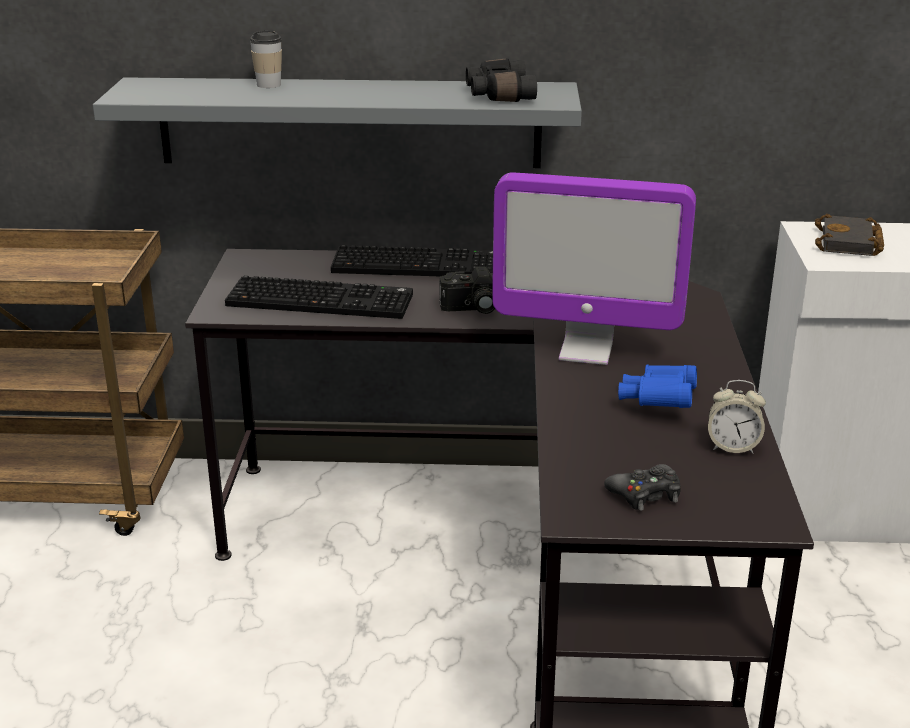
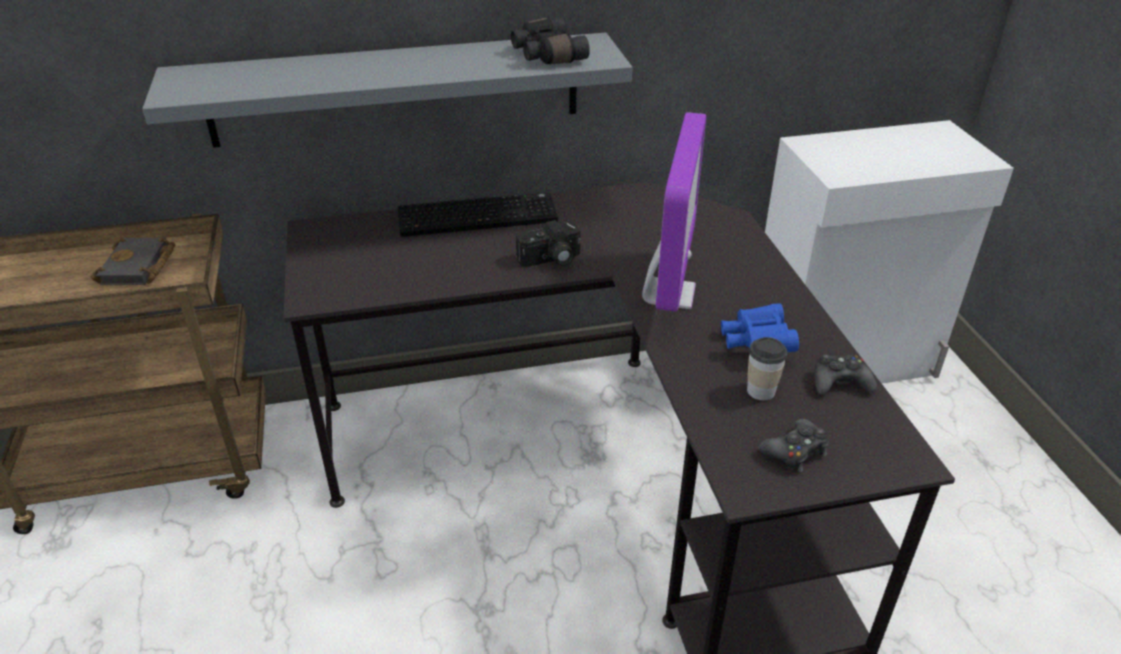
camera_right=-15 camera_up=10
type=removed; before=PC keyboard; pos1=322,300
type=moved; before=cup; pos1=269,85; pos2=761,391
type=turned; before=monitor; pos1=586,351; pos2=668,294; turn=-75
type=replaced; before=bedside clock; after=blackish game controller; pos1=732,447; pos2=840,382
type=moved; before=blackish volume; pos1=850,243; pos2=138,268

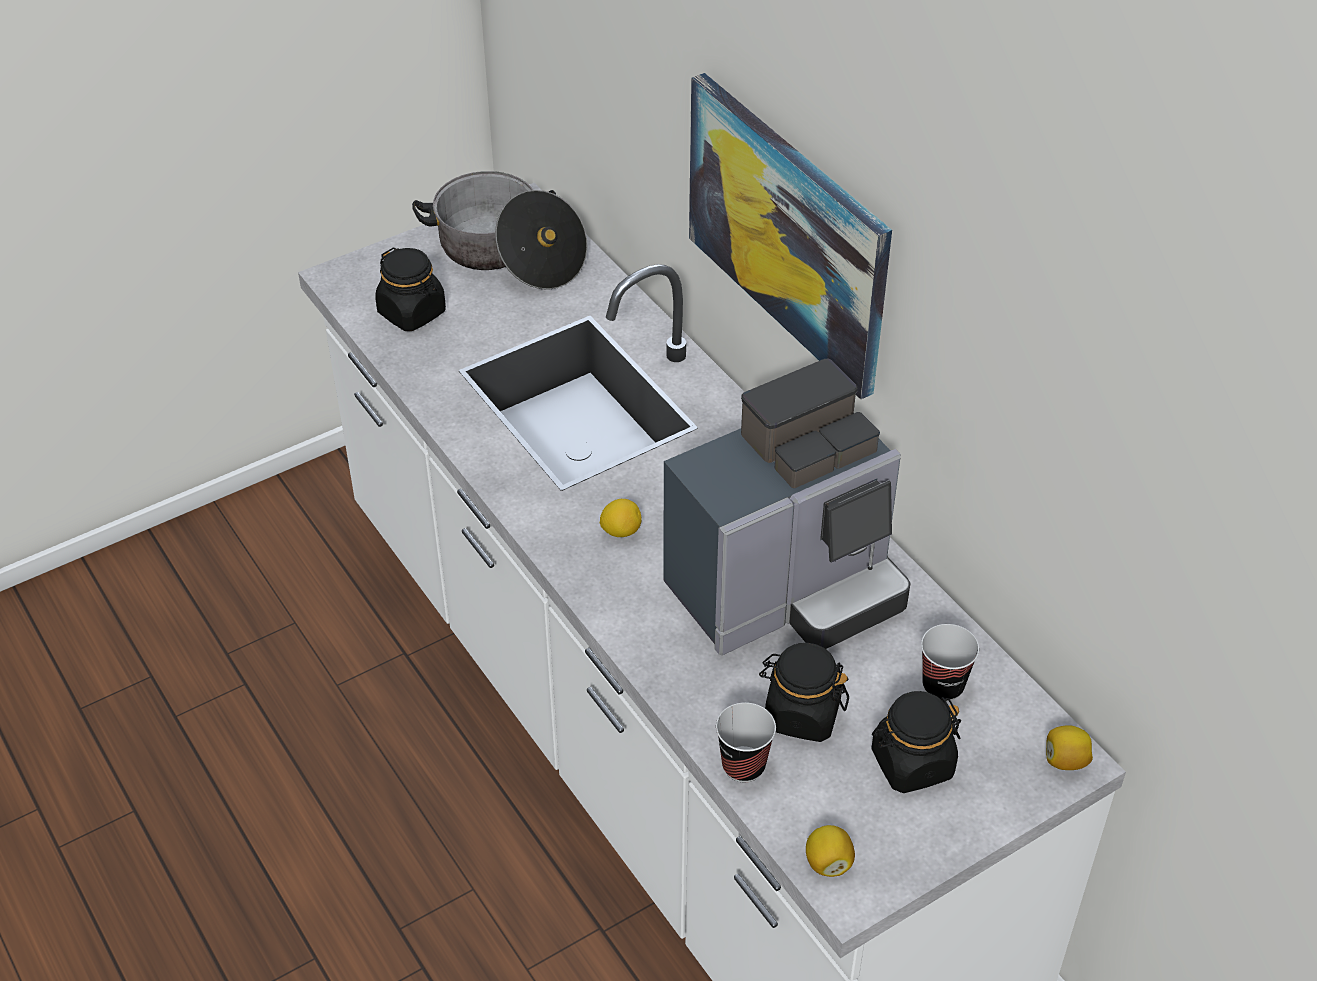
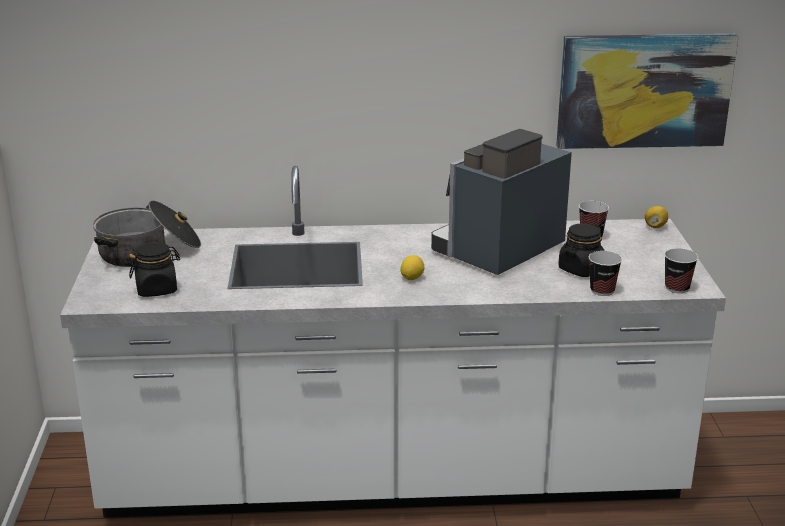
camera_right=-60 camera_up=-20
type=turned; before=coffee brewer; pos1=788,590; pos2=497,251; turn=-135
type=moved; before=wall picture; pos1=788,231; pos2=644,90
type=replaced; before=citrus fruit; after=cup; pos1=828,863; pos2=677,288
type=removed; before=blackish storage jar; pos1=911,764

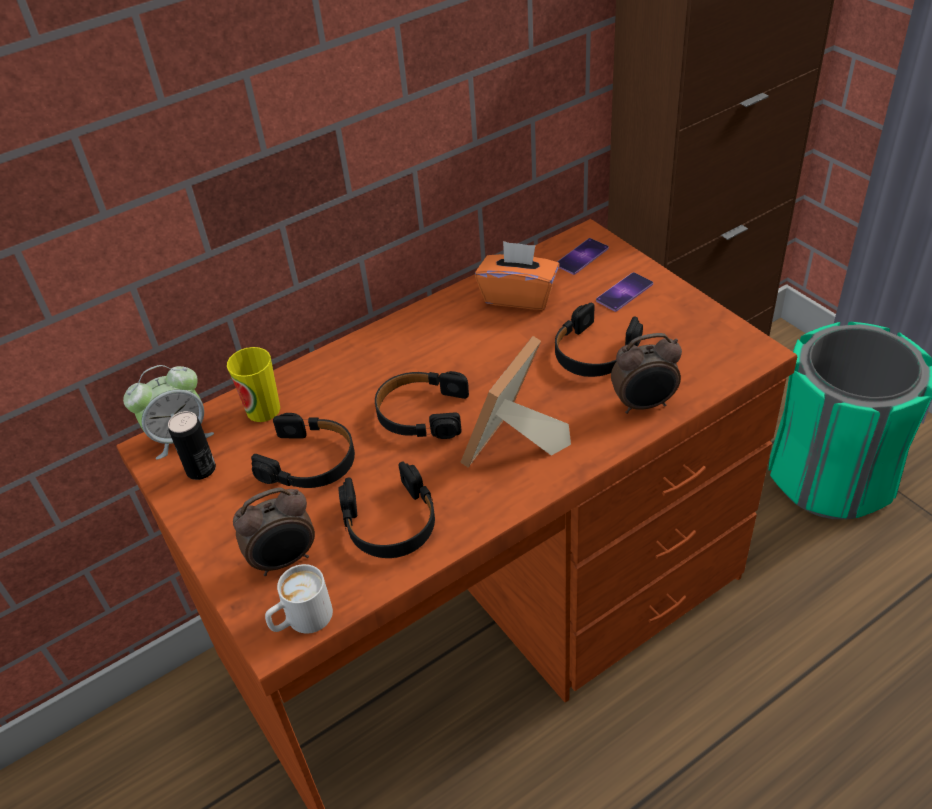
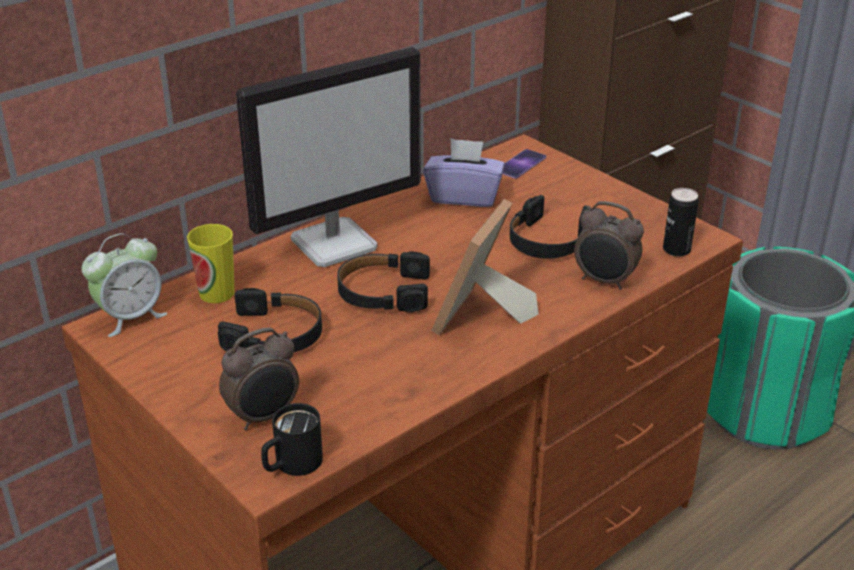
camera_right=-10 camera_up=-10
type=moved; before=metal can; pos1=201,469; pos2=676,250
type=recoloured; before=whitish mug; after=blackish mug; pos1=301,621; pos2=291,465
type=removed; before=blackish headset; pos1=390,522
type=recoloured; before=orangey box of tissues; after=purplish box of tissues; pos1=519,296; pos2=464,196
type=removed; before=handset; pos1=624,292
type=turned; before=bedside clock; pos1=644,405; pos2=604,281; turn=45
type=added; after=monitor; pos2=335,243

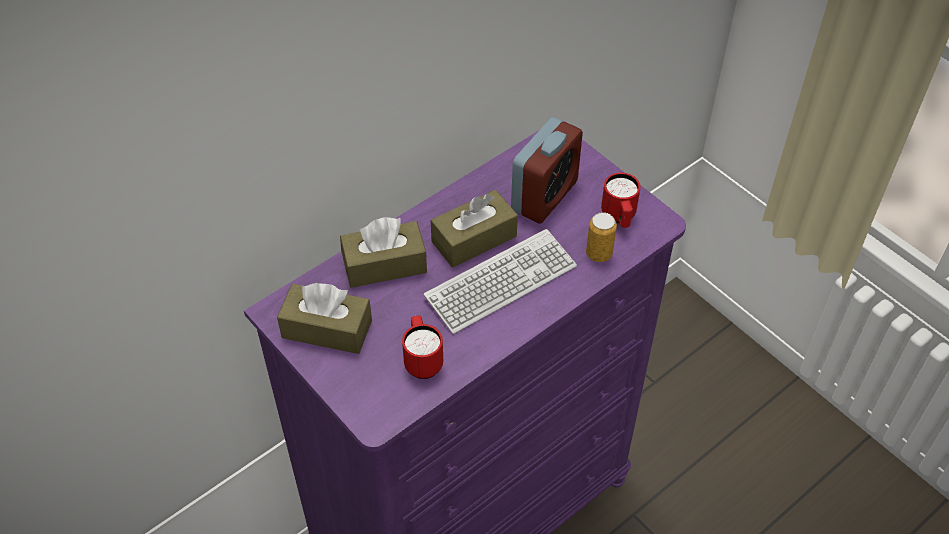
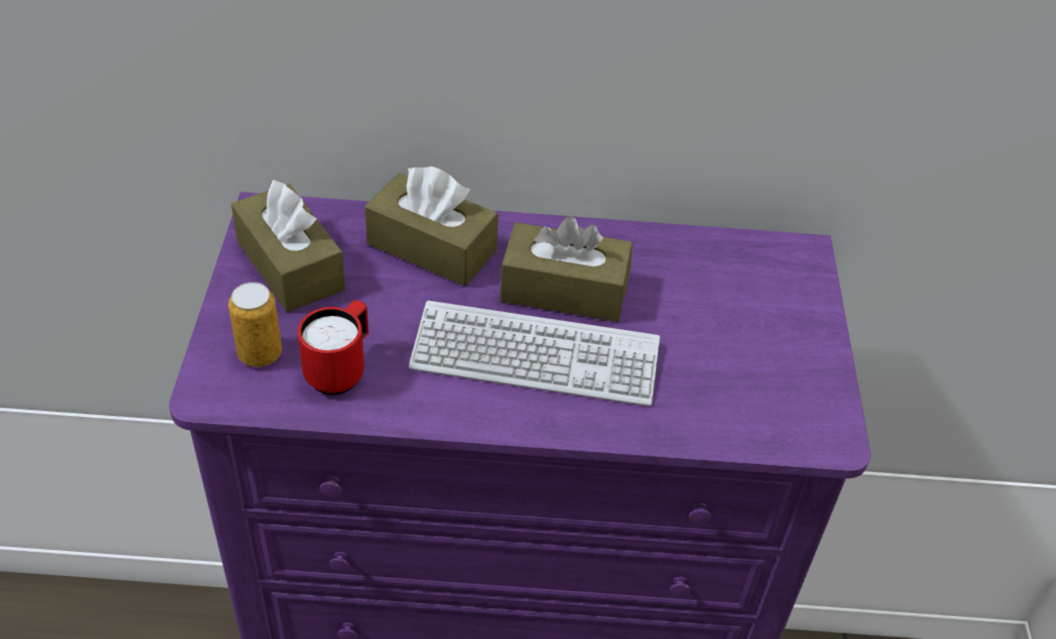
camera_right=40 camera_up=-5
type=removed; before=bedside clock; pos1=544,196
type=moved; before=metal can; pos1=599,254; pos2=260,354
type=removed; before=red mug; pos1=619,218

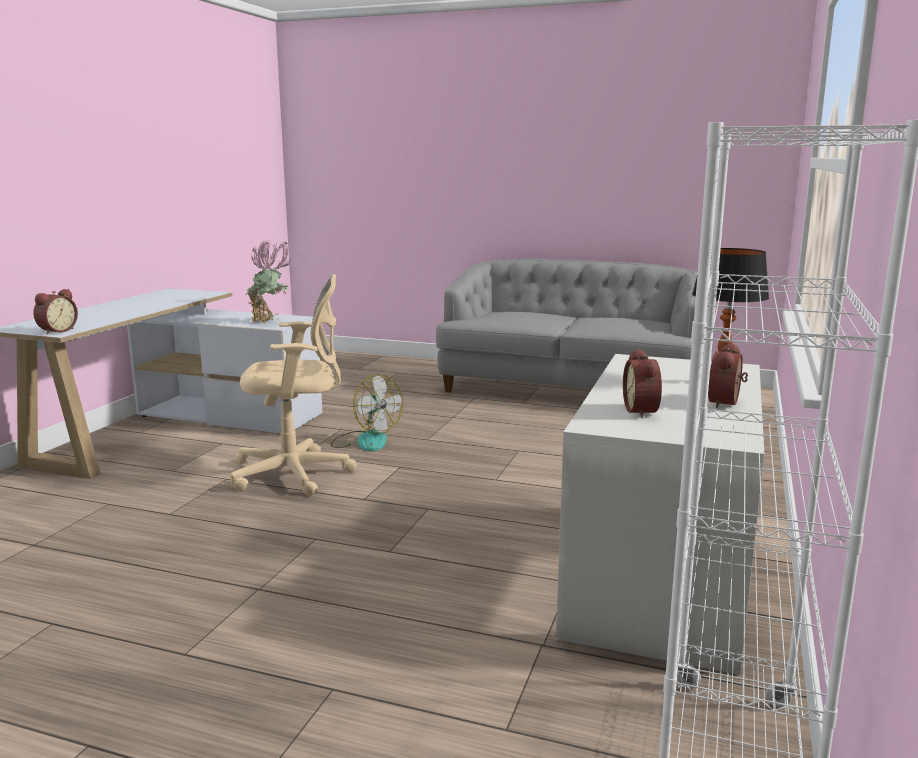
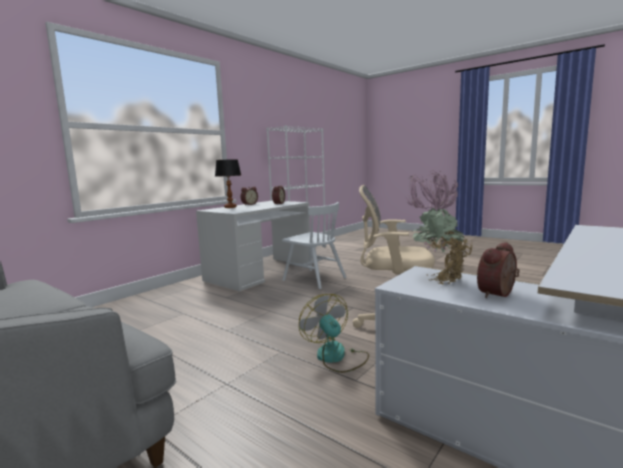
camera_right=-160 camera_up=-5
type=moved; before=bedside clock; pos1=56,331; pos2=499,294
type=added; after=whitish plain chair; pos2=314,279

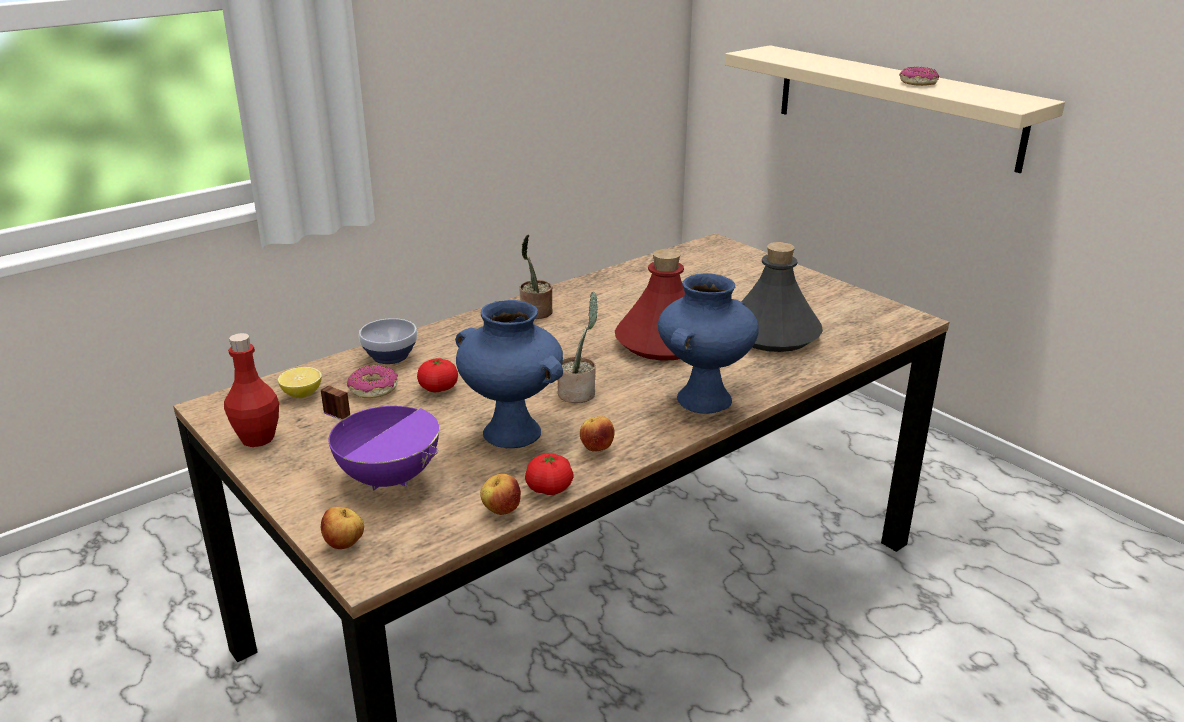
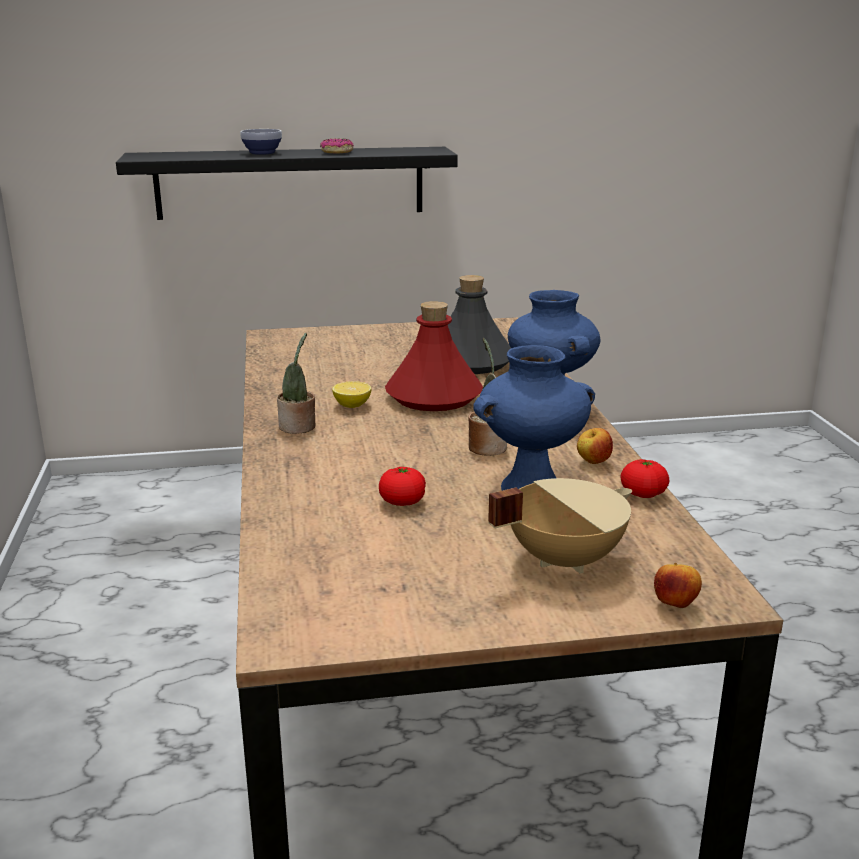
camera_right=-60 camera_up=-5
type=removed; before=red beverage bottle; pos1=257,438
type=moved; before=citrus fruit; pos1=302,394; pos2=352,405
type=recoloured; before=purplish saucepot; after=sand-coloured saucepot; pos1=390,477; pos2=562,559
type=removed; before=donut; pos1=373,389
type=moved; before=serving bowl; pos1=390,357; pos2=263,153
type=removed; before=whole apple; pos1=501,511
type=recoloured; before=sand-coloured shelf; after=blackish shelf; pos1=895,105; pos2=290,182

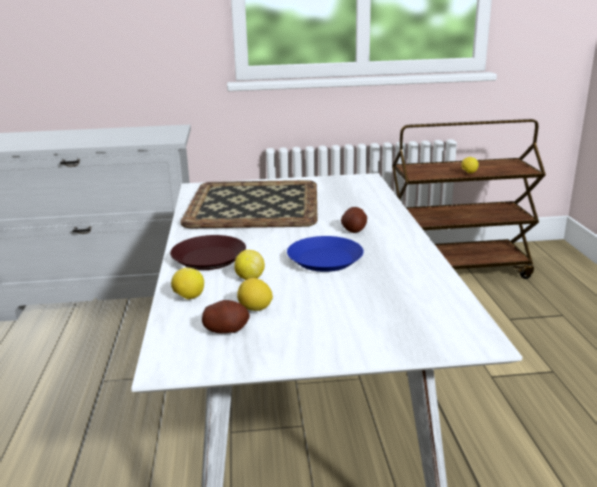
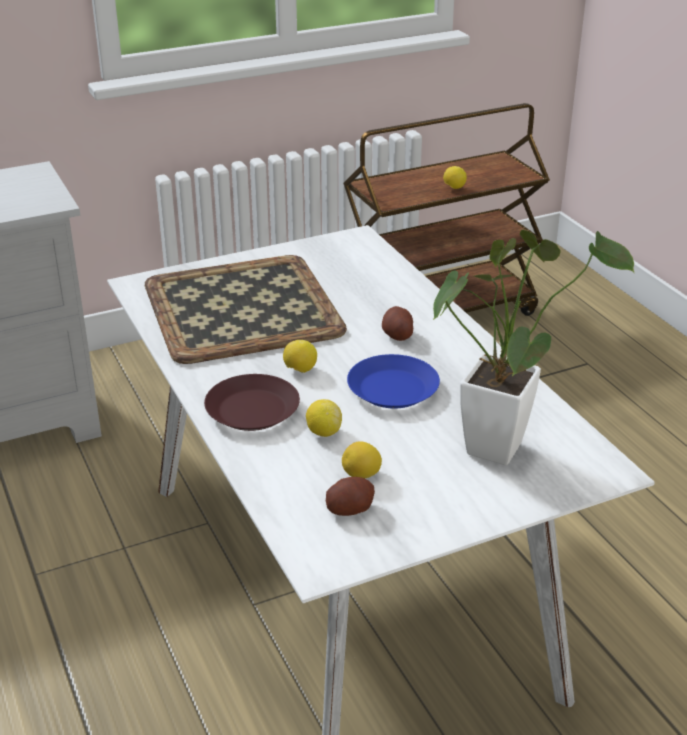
camera_right=-20 camera_up=10
type=moved; before=citrus fruit; pos1=189,297; pos2=300,370
type=added; after=plant in a pot; pos2=499,441

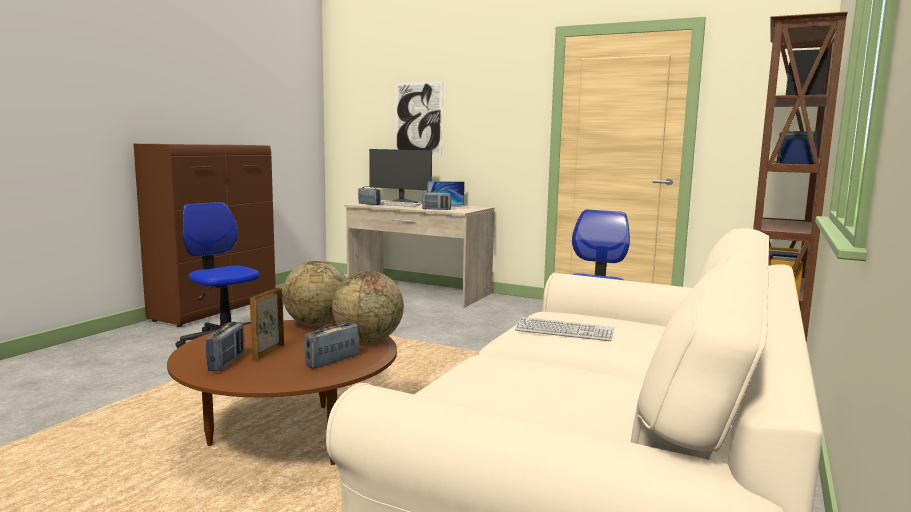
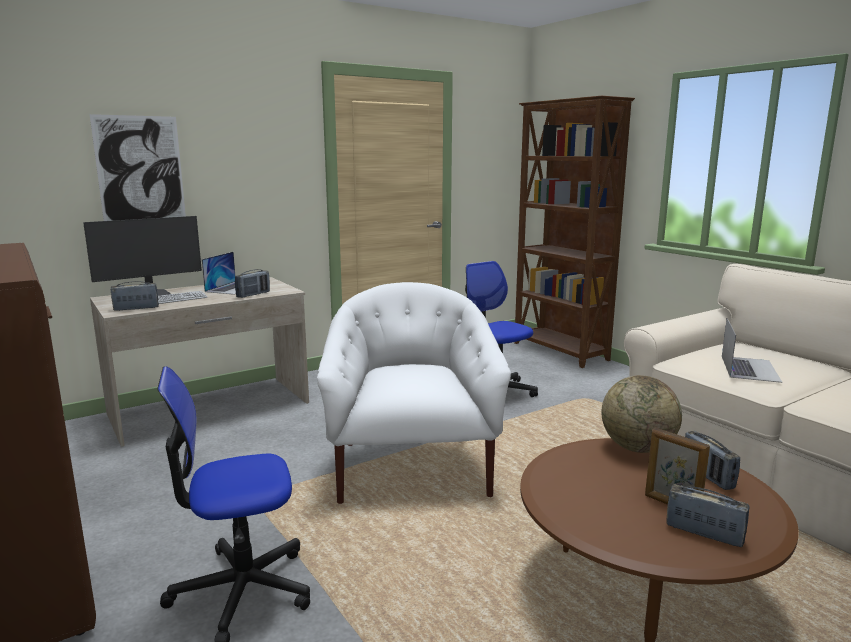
camera_right=-60 camera_up=5
type=removed; before=globe; pos1=317,325
type=replaced; before=PC keyboard; after=portable computer; pos1=564,331; pos2=749,368
type=added; after=whitish armchair; pos2=411,468

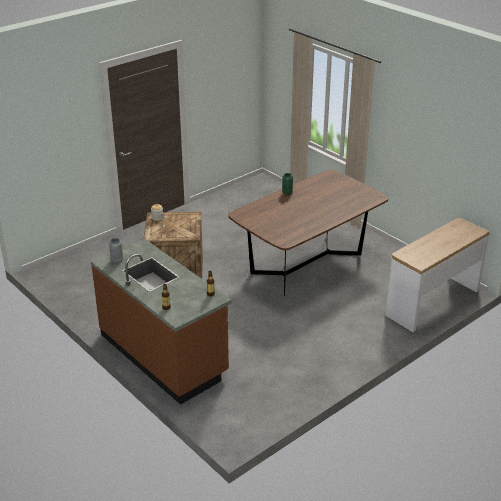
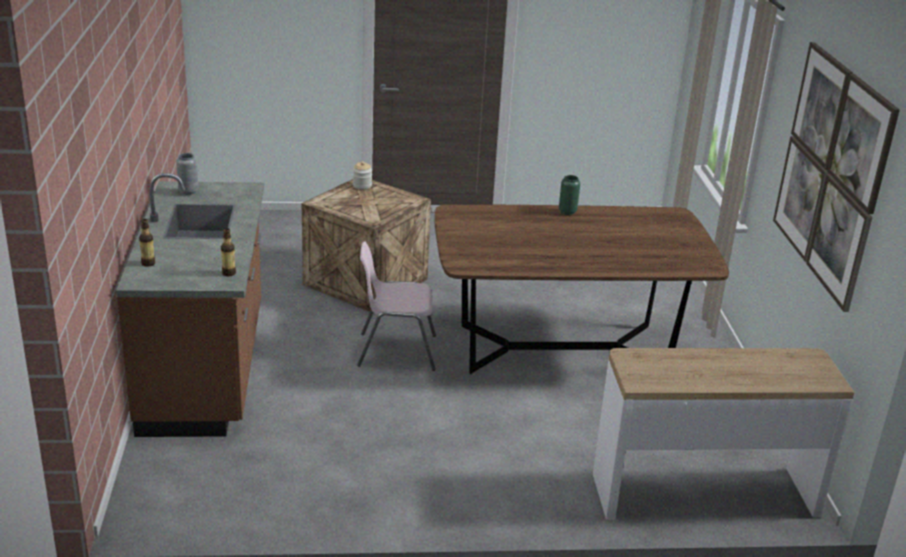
camera_right=35 camera_up=-5
type=added; after=pinkish plain chair; pos2=395,351
type=added; after=wall picture; pos2=831,172

